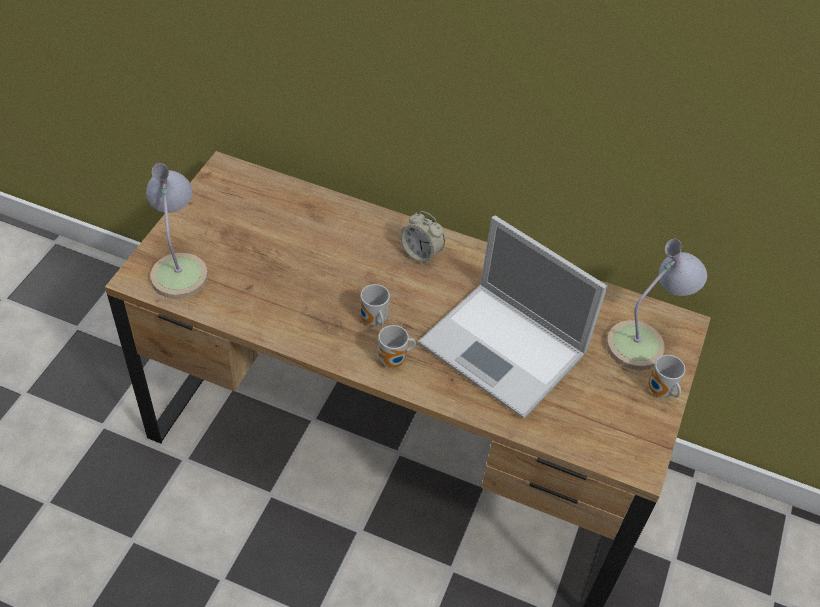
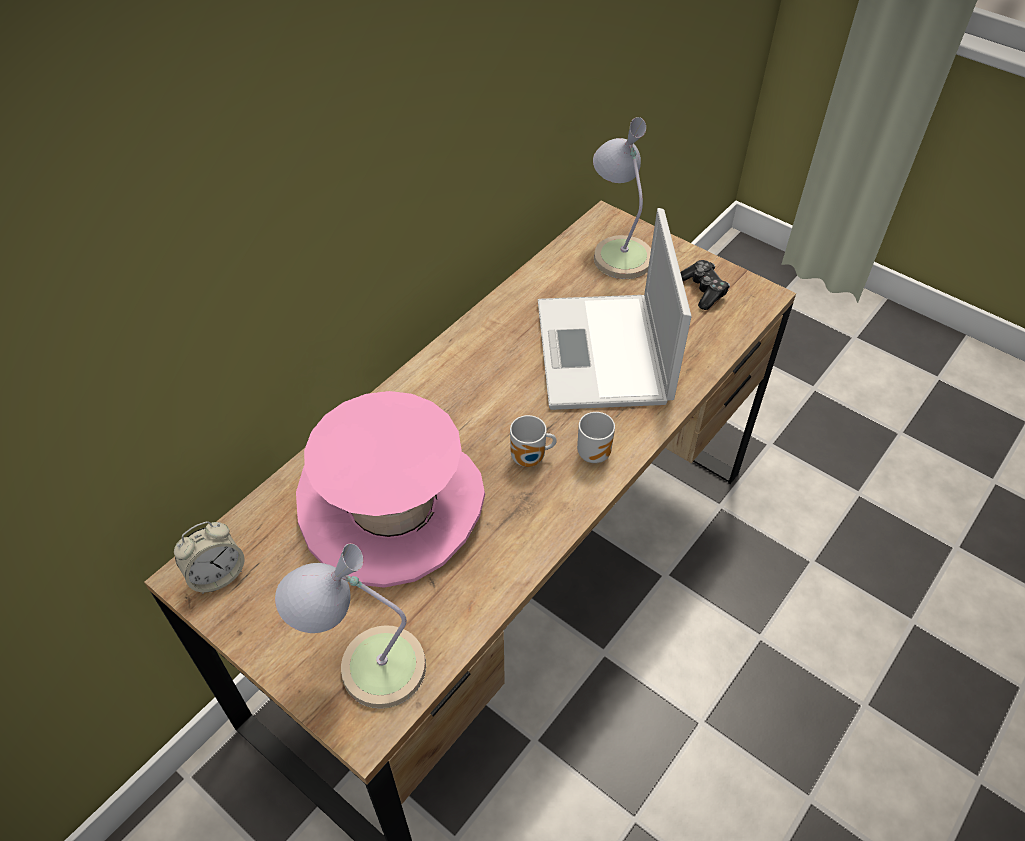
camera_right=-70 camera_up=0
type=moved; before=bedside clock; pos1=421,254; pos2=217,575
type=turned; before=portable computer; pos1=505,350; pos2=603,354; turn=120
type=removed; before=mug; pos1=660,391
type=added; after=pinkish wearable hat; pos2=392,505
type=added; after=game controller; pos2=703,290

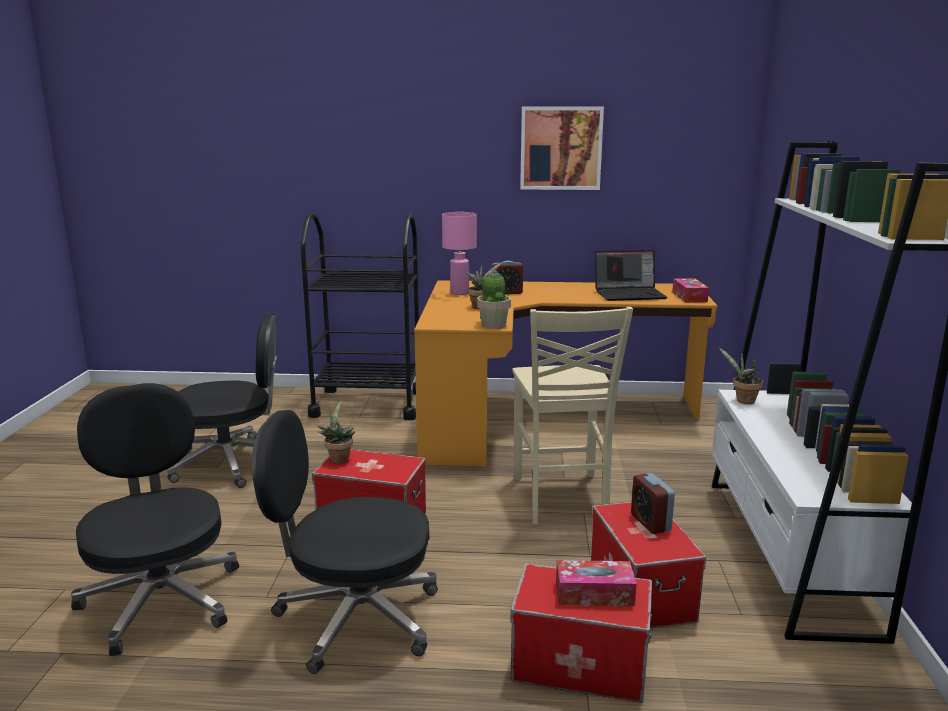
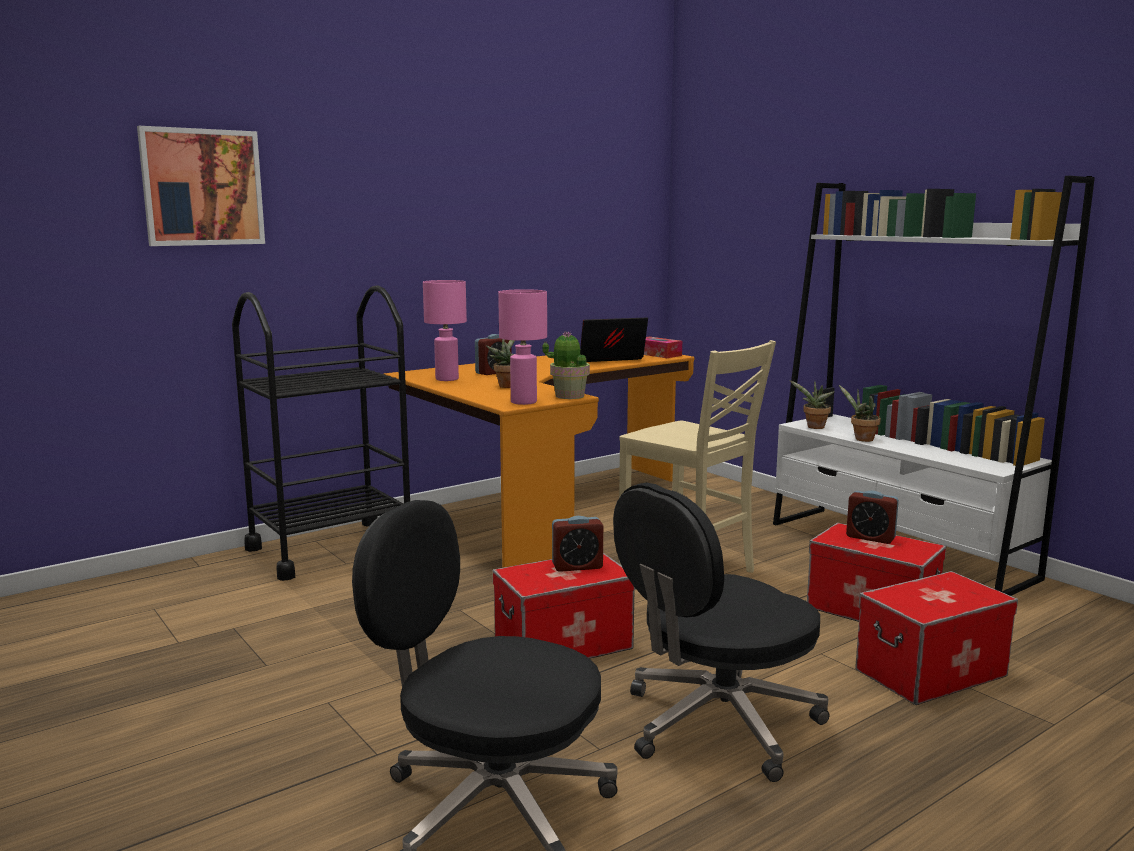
camera_right=-40 camera_up=-5
type=removed; before=blackish office chair; pos1=232,463
type=moved; before=plant in a pot; pos1=338,459; pos2=861,439
type=moved; before=wall picture; pos1=561,148; pos2=202,187
type=removed; before=box of tissues; pos1=594,593
type=turned; before=portable computer; pos1=630,294; pos2=606,359; turn=-150
type=added; after=pinkish table lamp; pos2=524,402
type=added; after=bedside clock; pos2=577,566

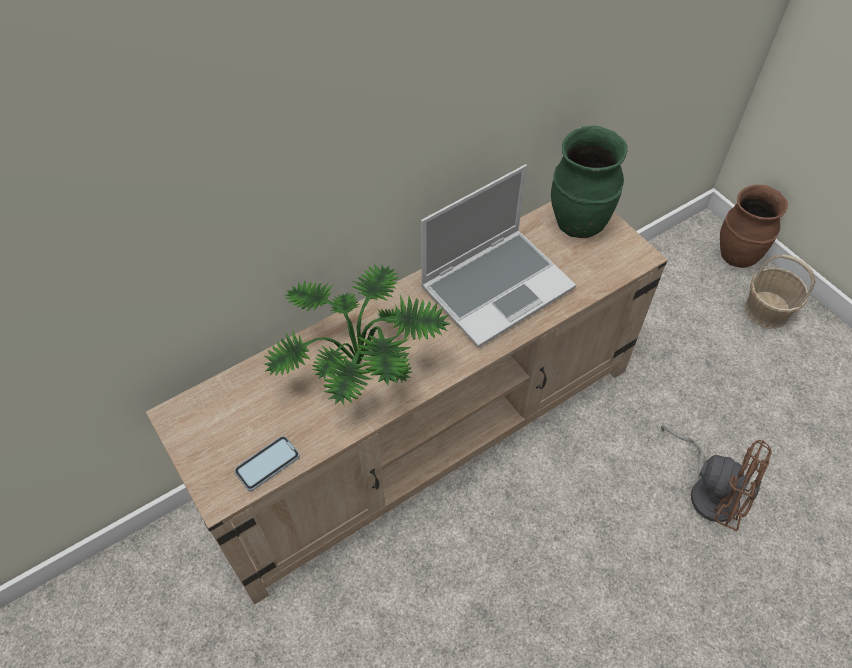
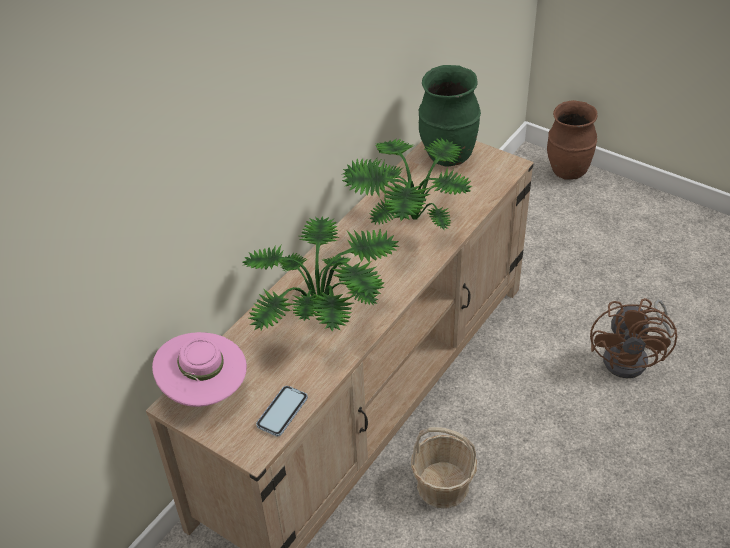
camera_right=-20 camera_up=-10
type=replaced; before=portable computer; after=plant in a pot; pos1=497,286; pos2=406,221
type=turned; before=brownish electric fan; pos1=709,490; pos2=632,358; turn=90
type=moved; before=household basket; pos1=766,310; pos2=442,485
type=added; after=pinkish wearable hat; pos2=205,390

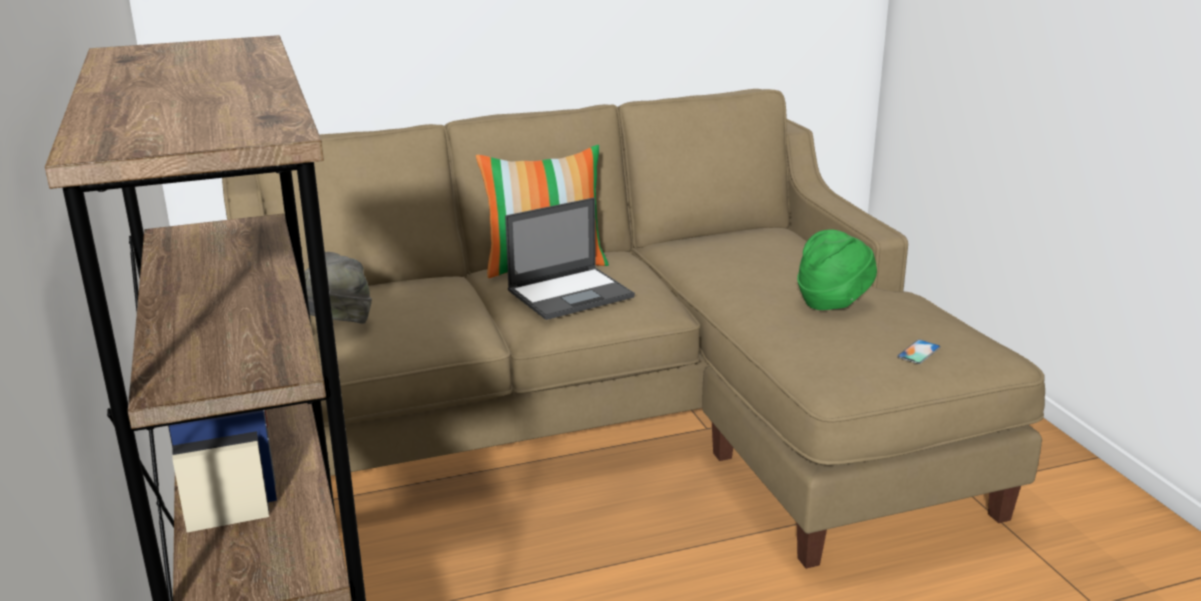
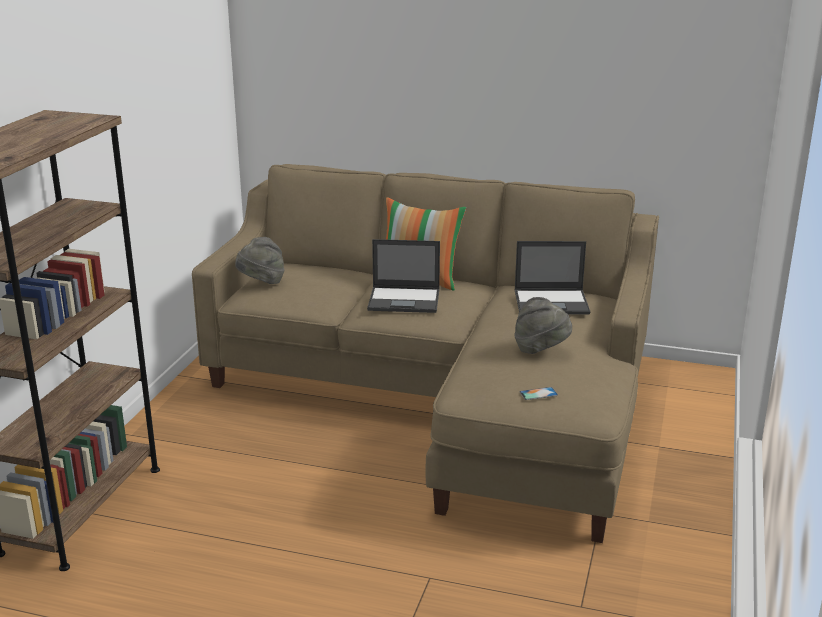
camera_right=35 camera_up=0
type=recoloured; before=green-coloured wearable hat; after=greyish wearable hat; pos1=833,302; pos2=541,350
type=added; after=portable computer; pos2=552,302

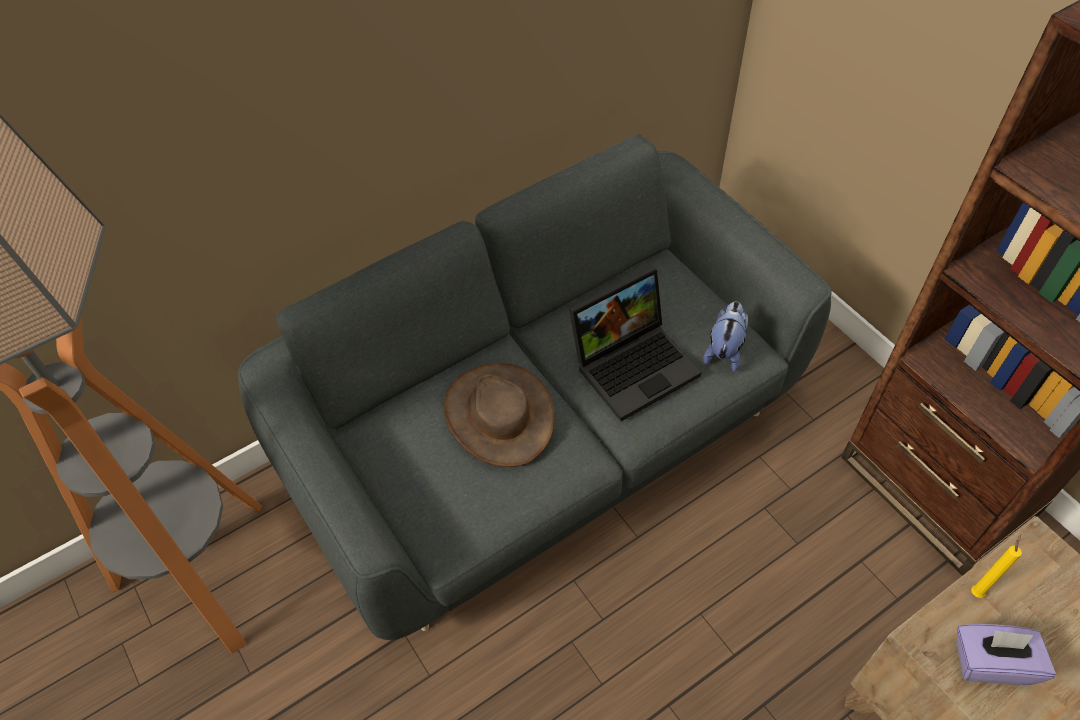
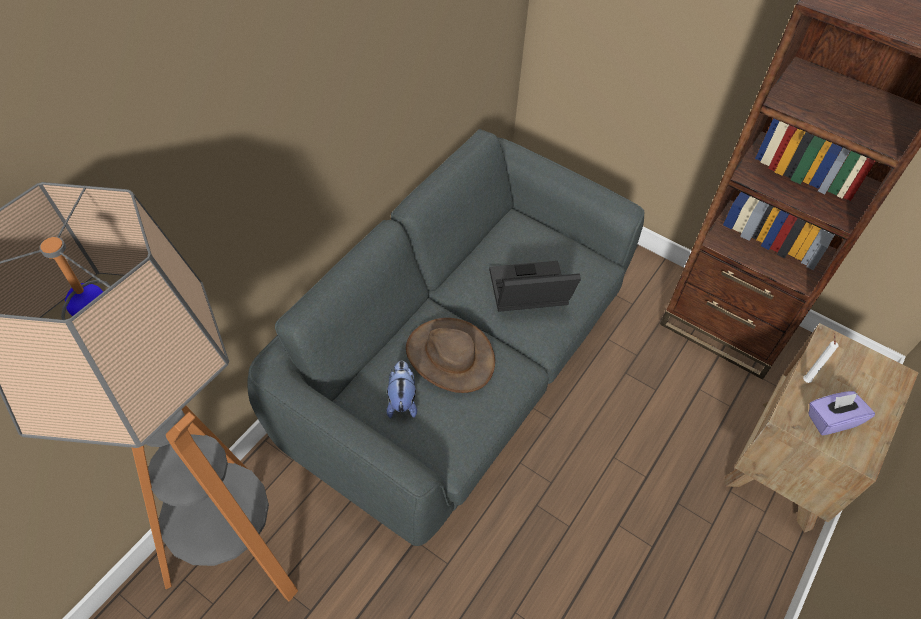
camera_right=-25 camera_up=0
type=turned; before=portable computer; pos1=634,363; pos2=527,294; turn=-135
type=moved; before=cuddly toy; pos1=724,350; pos2=402,400
type=recoloured; before=yellow-coloured wax candle; after=whitish wax candle; pos1=976,591; pos2=805,379

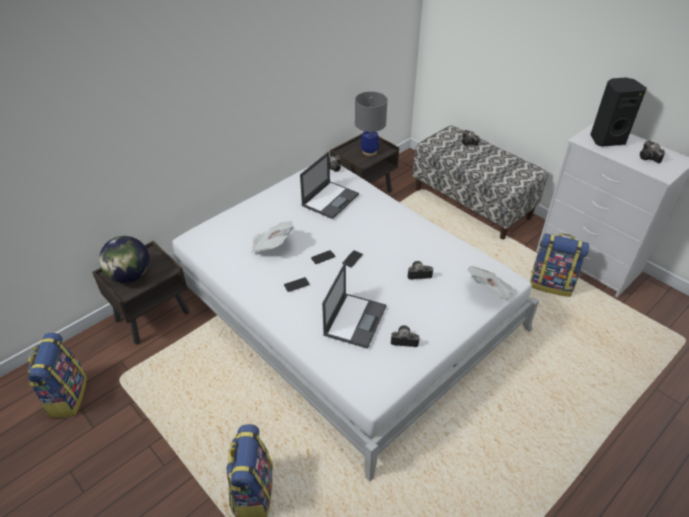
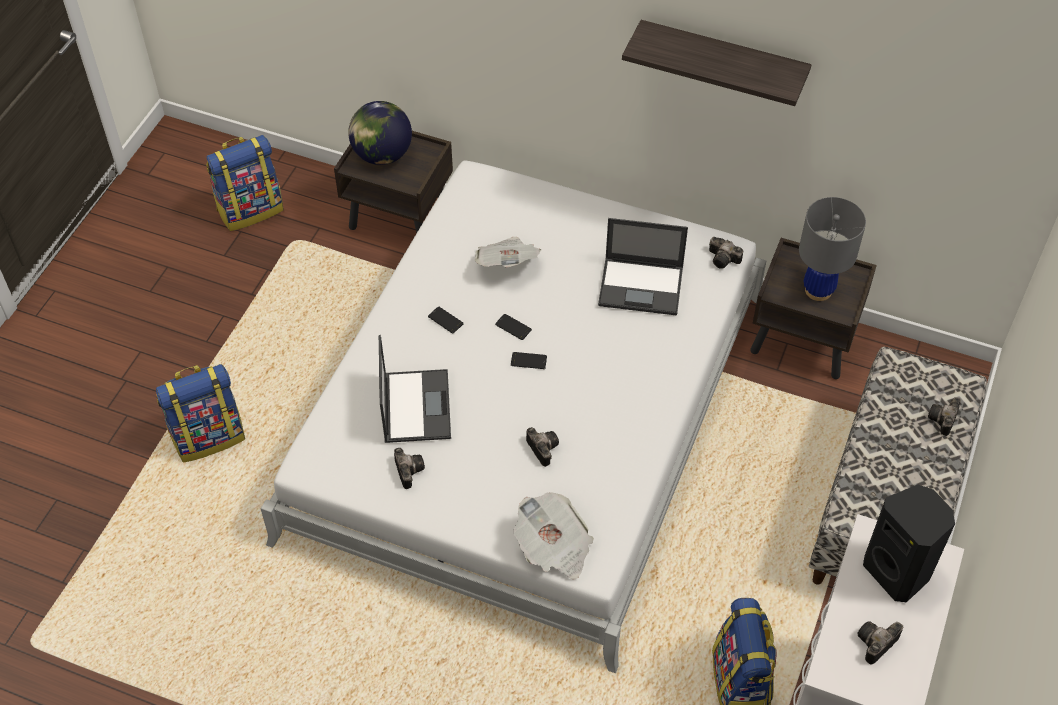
camera_right=65 camera_up=10
type=turned; before=portable computer; pos1=355,320; pos2=416,405; turn=-90
type=added; after=shelf; pos2=722,63

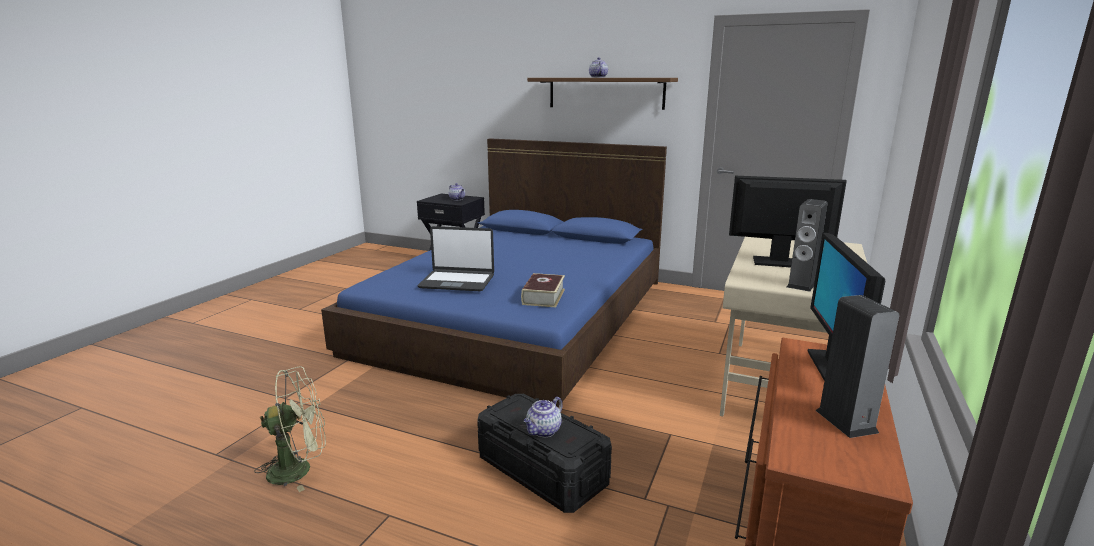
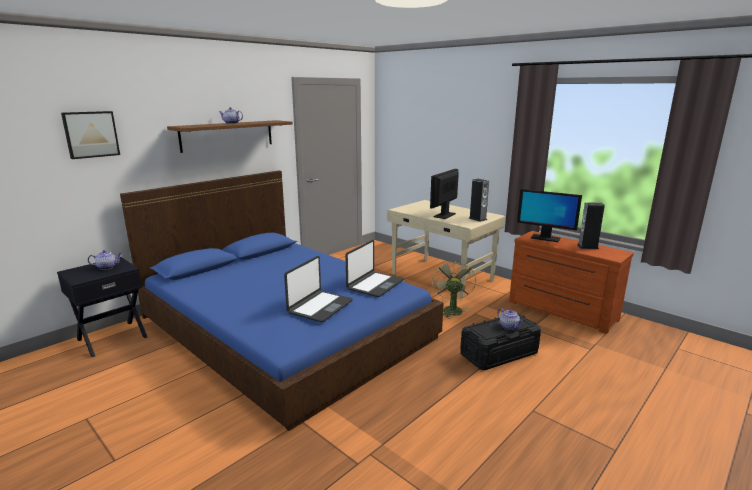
camera_right=-70 camera_up=0
type=moved; before=green-coloured electric fan; pos1=299,469; pos2=451,309
type=replaced; before=volume; after=portable computer; pos1=543,297; pos2=374,285
type=added; after=wall picture; pos2=91,134

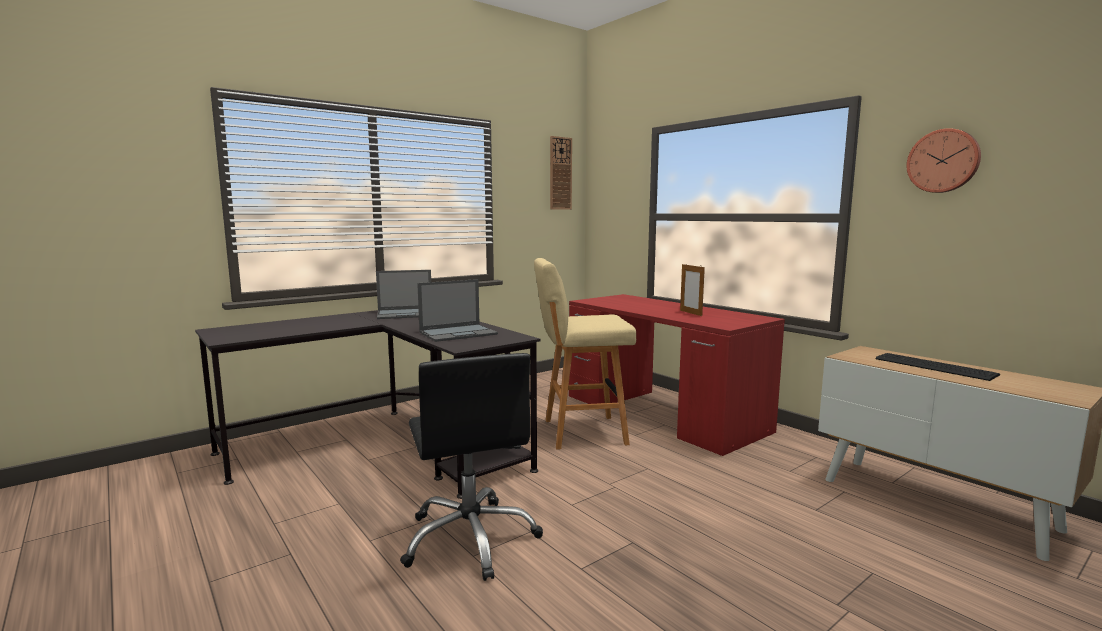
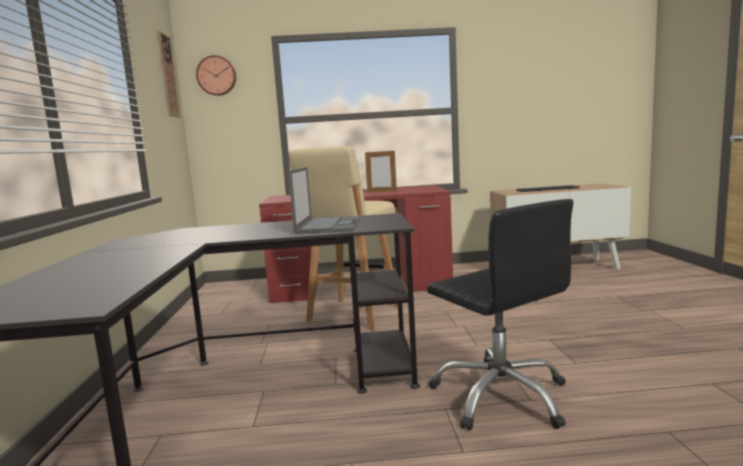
camera_right=-55 camera_up=0
type=removed; before=portable computer; pos1=406,314
type=turned; before=blackish office chair; pos1=471,538; pos2=501,396; turn=45
type=moved; before=wall clock; pos1=943,161; pos2=216,76

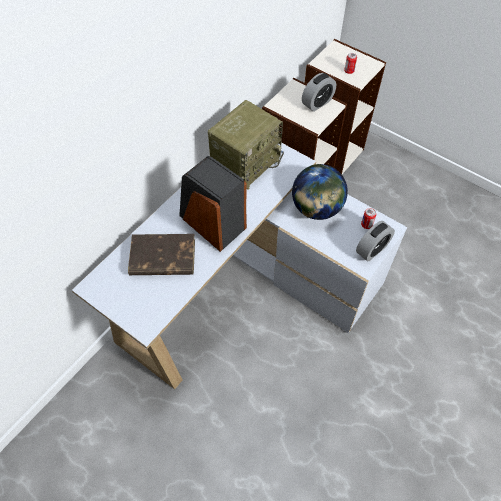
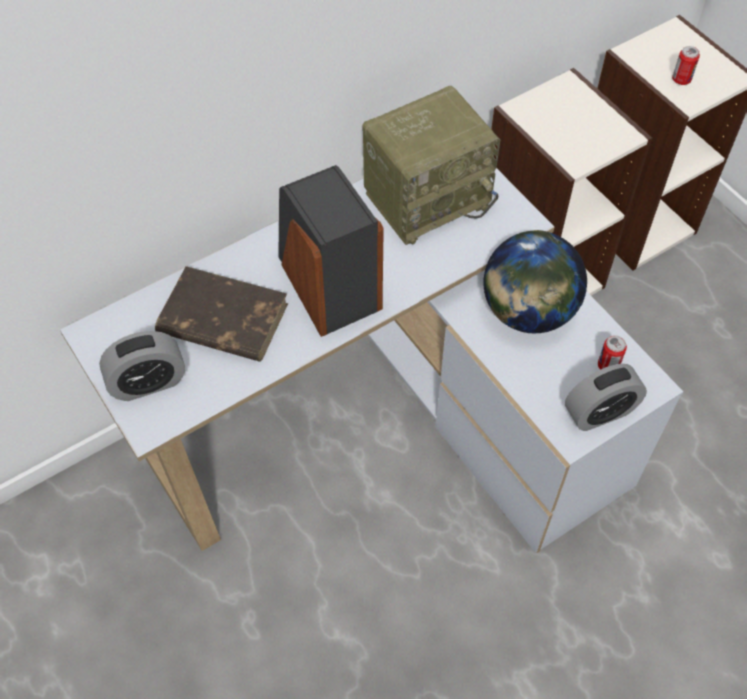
camera_right=20 camera_up=0
type=moved; before=bedside clock; pos1=317,103; pos2=148,382

